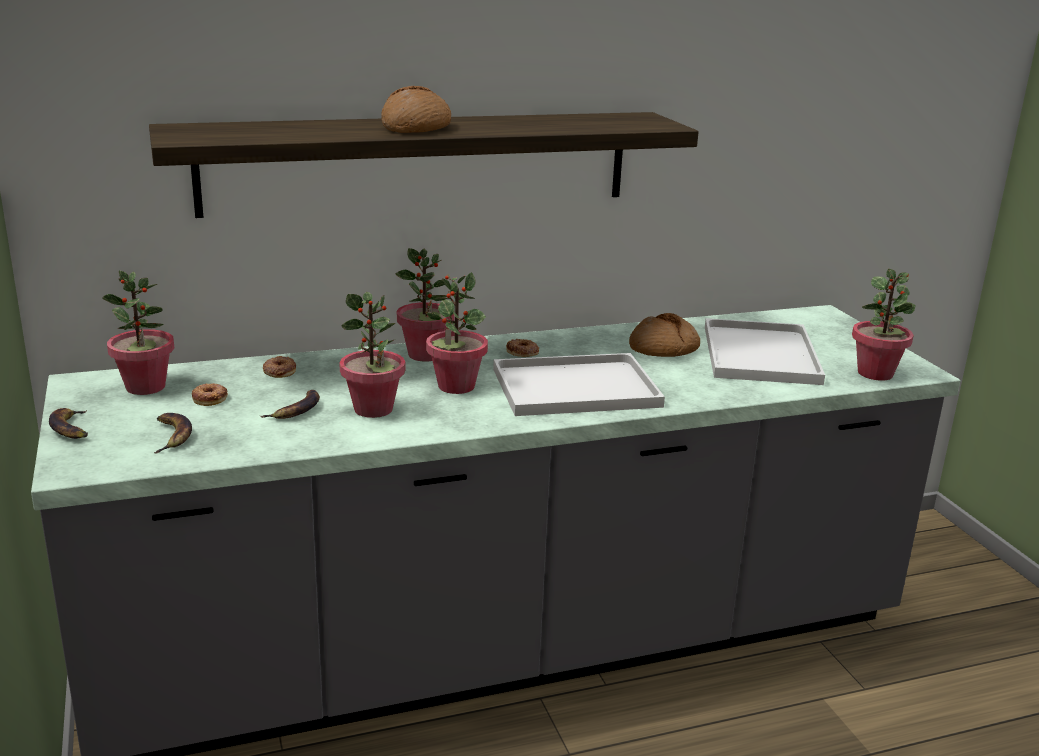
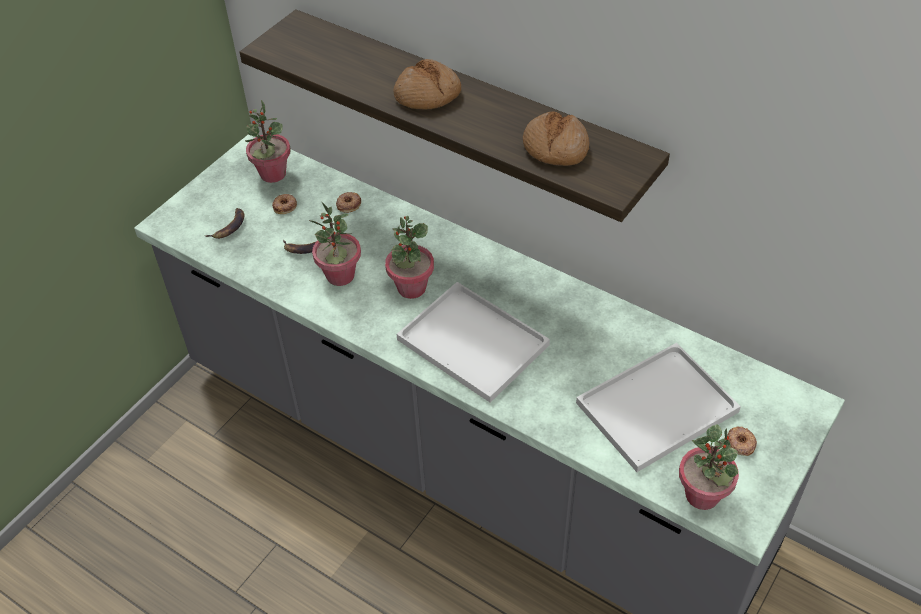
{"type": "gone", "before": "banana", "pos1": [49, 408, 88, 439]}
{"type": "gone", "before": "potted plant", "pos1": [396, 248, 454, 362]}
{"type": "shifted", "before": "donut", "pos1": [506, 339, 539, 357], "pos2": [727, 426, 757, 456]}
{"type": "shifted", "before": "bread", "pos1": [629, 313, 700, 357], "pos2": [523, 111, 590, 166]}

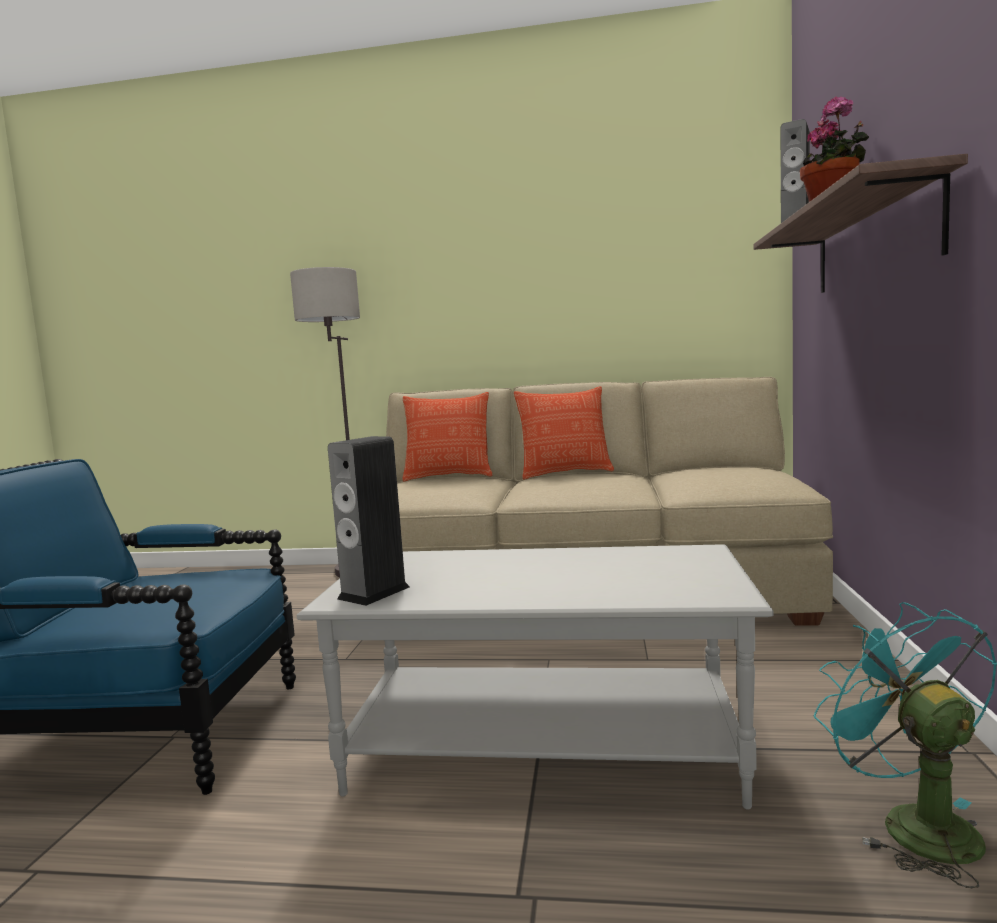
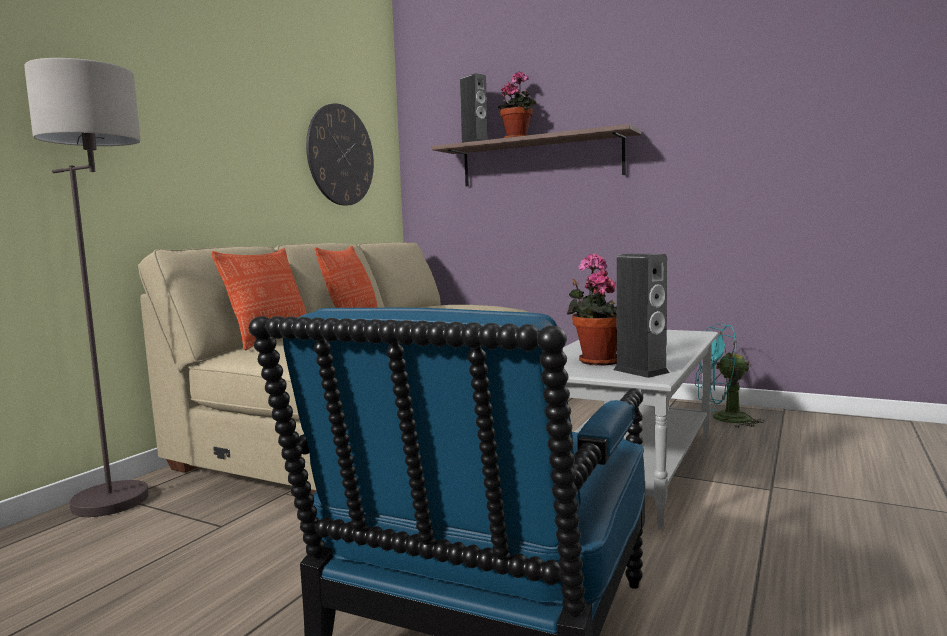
{"type": "new", "after": "wall clock", "pos2": [306, 103, 374, 206]}
{"type": "new", "after": "potted plant", "pos2": [567, 253, 617, 366]}

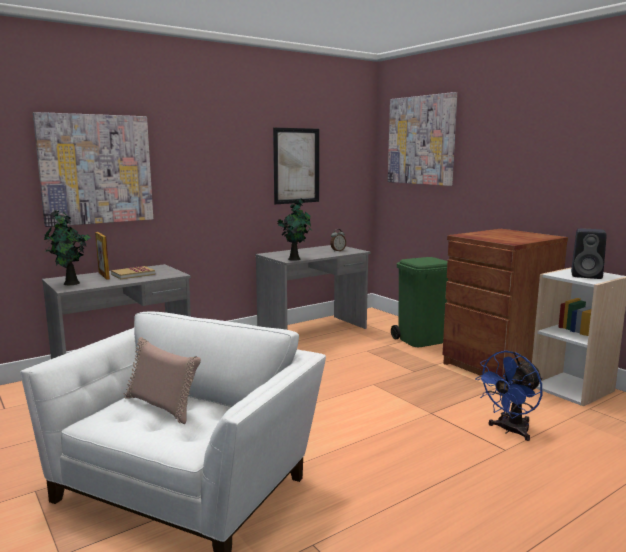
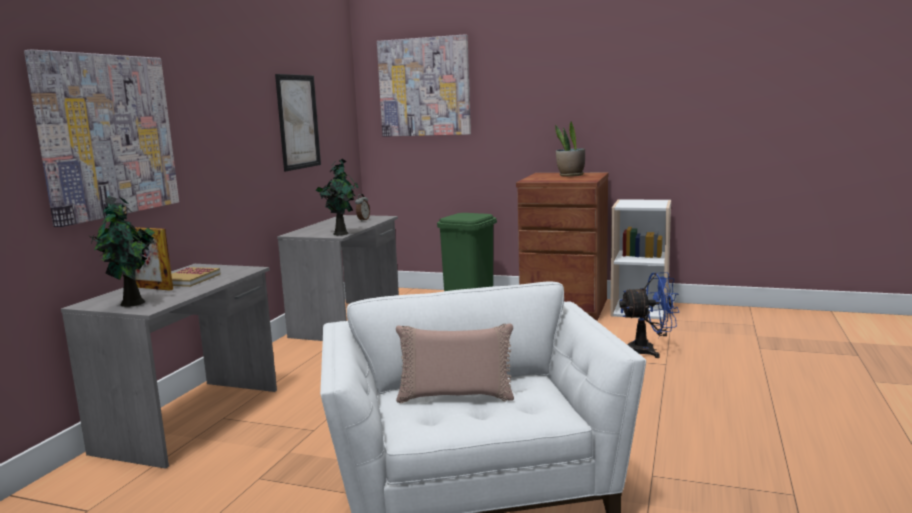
{"type": "rotated", "before": "blue fan", "pos1": [475, 351, 542, 441], "pos2": [619, 272, 679, 358], "turn": -105}
{"type": "gone", "before": "black speaker", "pos1": [571, 228, 607, 279]}
{"type": "new", "after": "potted plant", "pos2": [555, 121, 585, 177]}

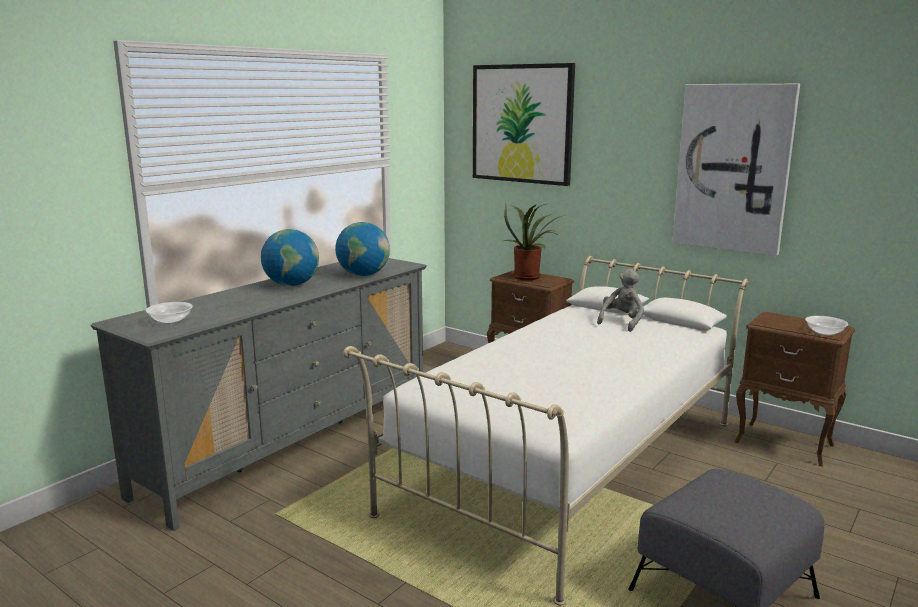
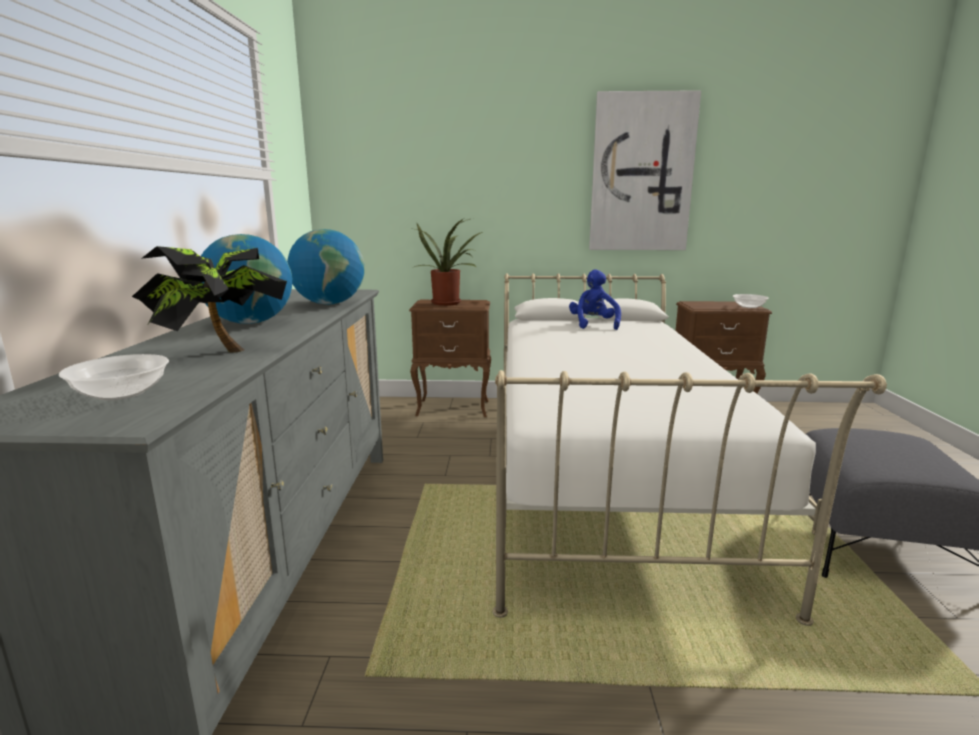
{"type": "gone", "before": "picture", "pos1": [473, 63, 575, 186]}
{"type": "repainted", "before": "grey plush toy", "after": "blue plush toy", "pos1": [597, 269, 644, 332], "pos2": [569, 270, 621, 330]}
{"type": "new", "after": "potted plant", "pos2": [132, 246, 287, 353]}

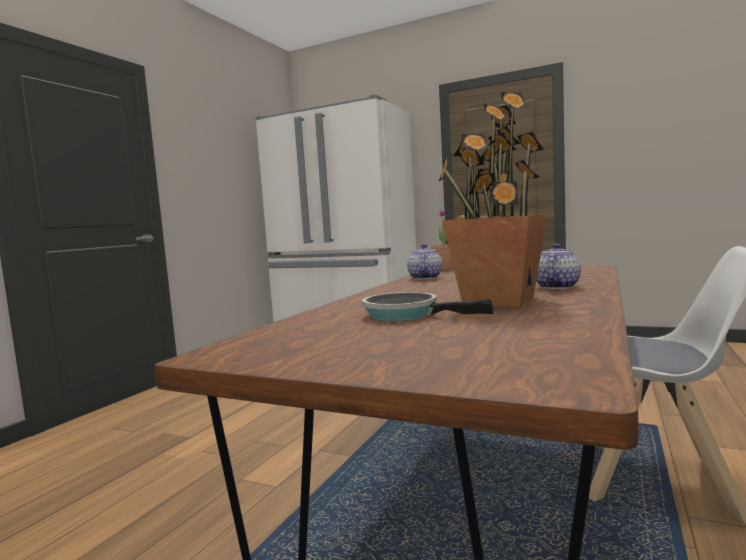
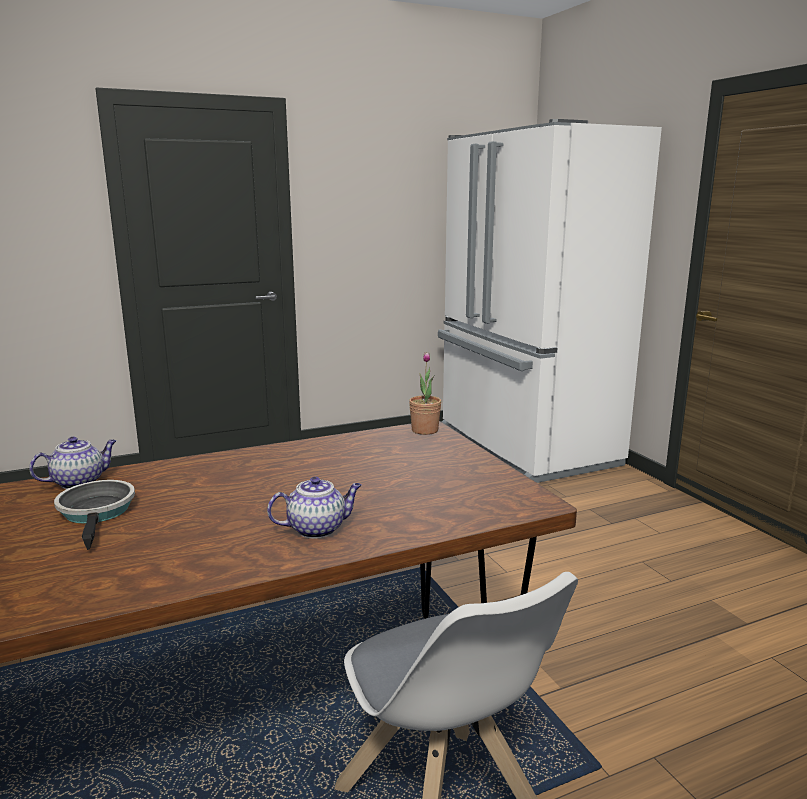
{"type": "shifted", "before": "teapot", "pos1": [407, 244, 442, 279], "pos2": [29, 437, 116, 489]}
{"type": "gone", "before": "potted plant", "pos1": [438, 92, 547, 307]}

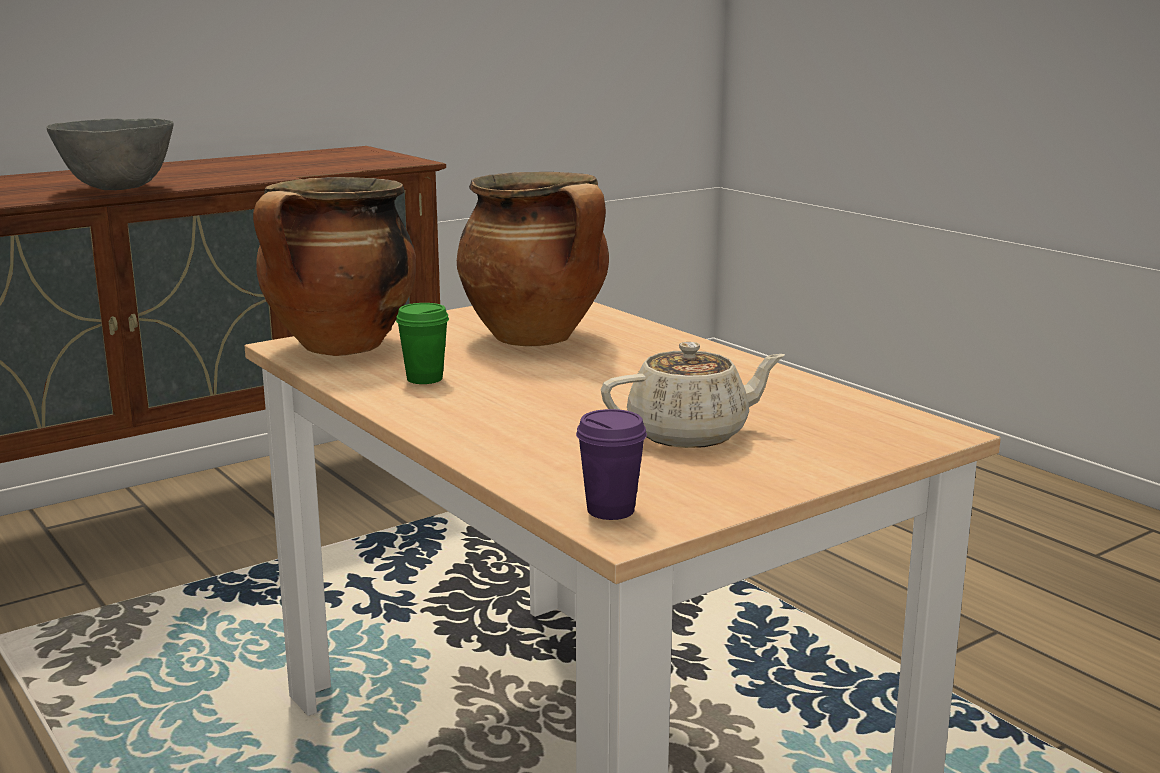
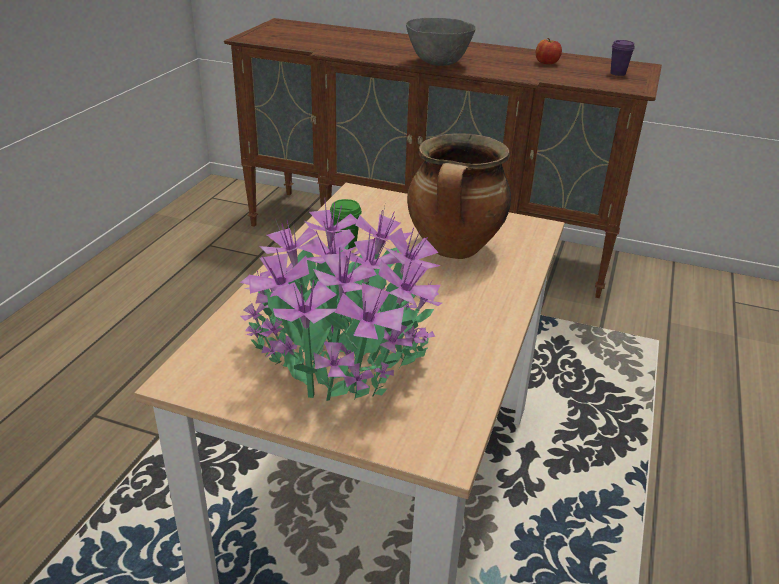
{"type": "gone", "before": "cooking pot", "pos1": [253, 177, 416, 356]}
{"type": "shifted", "before": "purple cup", "pos1": [576, 409, 647, 520], "pos2": [610, 40, 635, 76]}
{"type": "swapped", "before": "beige teapot", "after": "potted plant", "pos1": [601, 342, 785, 448], "pos2": [240, 197, 442, 401]}
{"type": "new", "after": "apple", "pos2": [536, 38, 562, 64]}

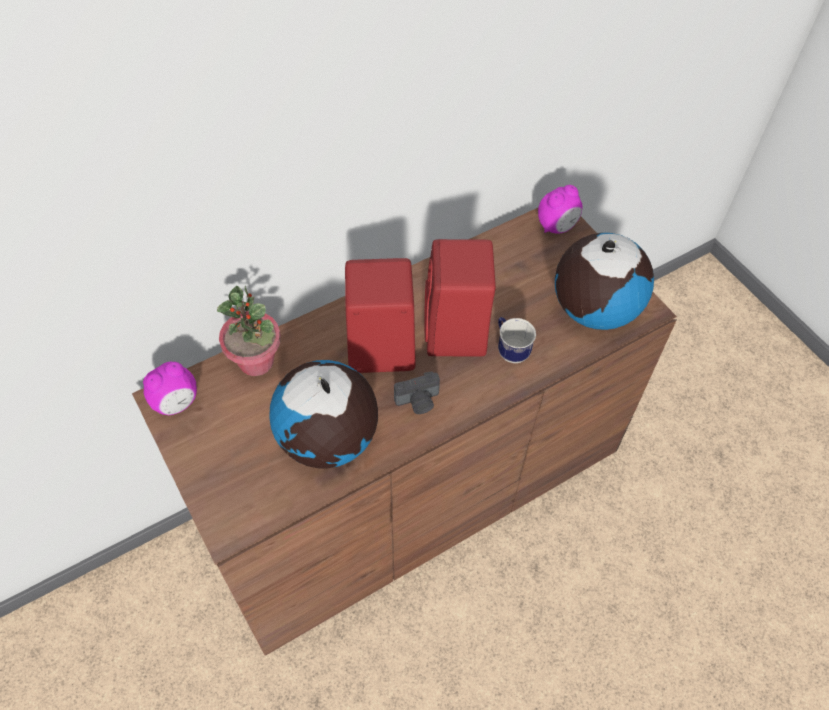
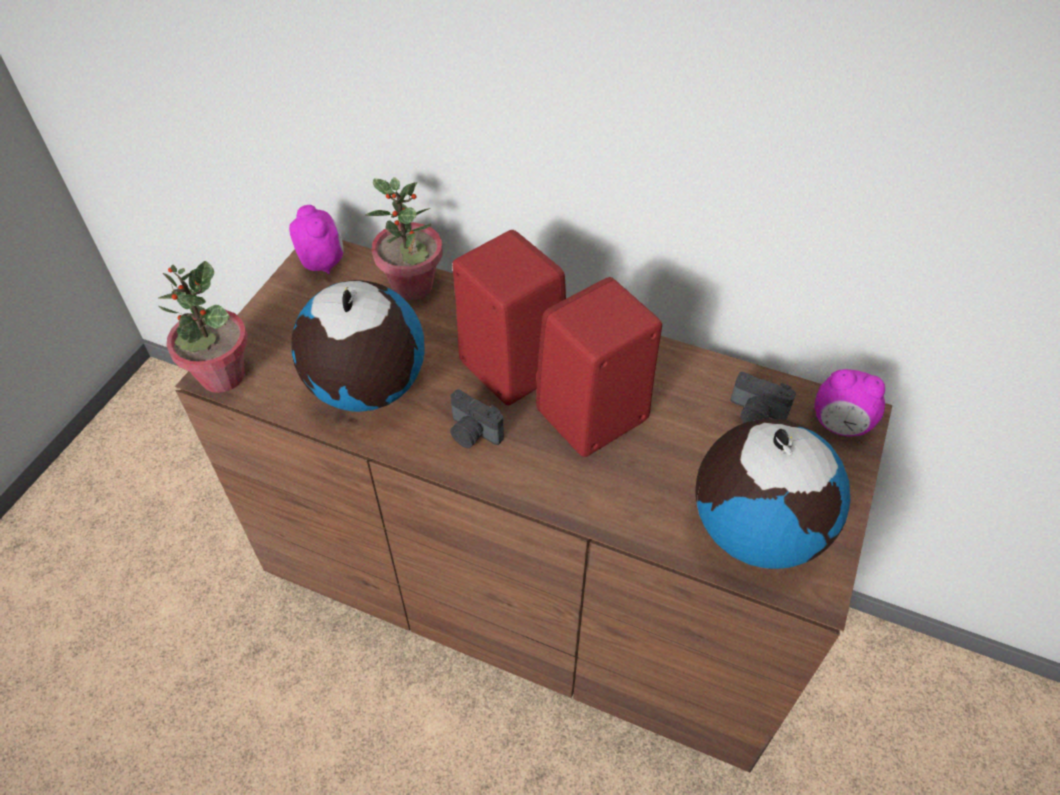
{"type": "rotated", "before": "alarm clock", "pos1": [143, 361, 197, 415], "pos2": [289, 205, 343, 274], "turn": -135}
{"type": "gone", "before": "mug", "pos1": [498, 317, 536, 363]}
{"type": "new", "after": "potted plant", "pos2": [158, 261, 248, 393]}
{"type": "new", "after": "photo camera", "pos2": [731, 372, 796, 423]}

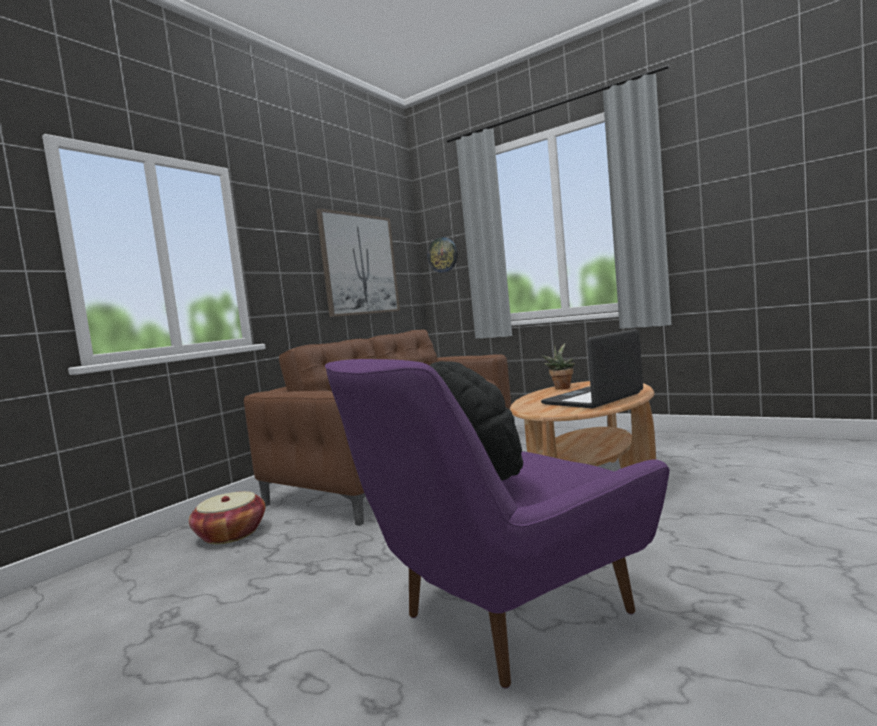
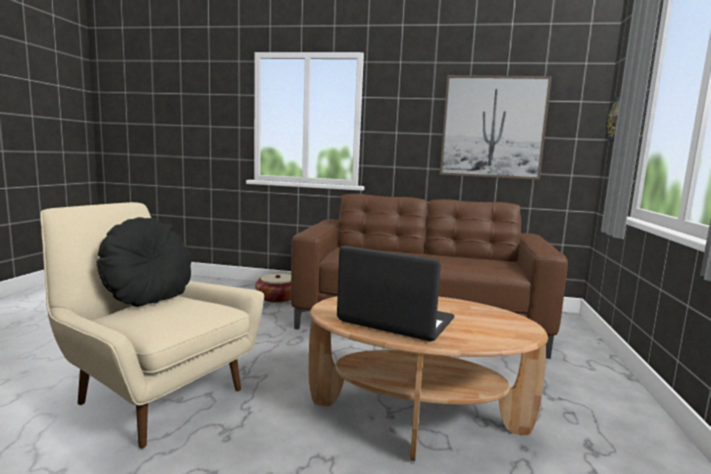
{"type": "repainted", "before": "purple armchair", "after": "beige armchair", "pos1": [325, 359, 669, 689], "pos2": [40, 202, 264, 449]}
{"type": "gone", "before": "potted plant", "pos1": [542, 343, 575, 389]}

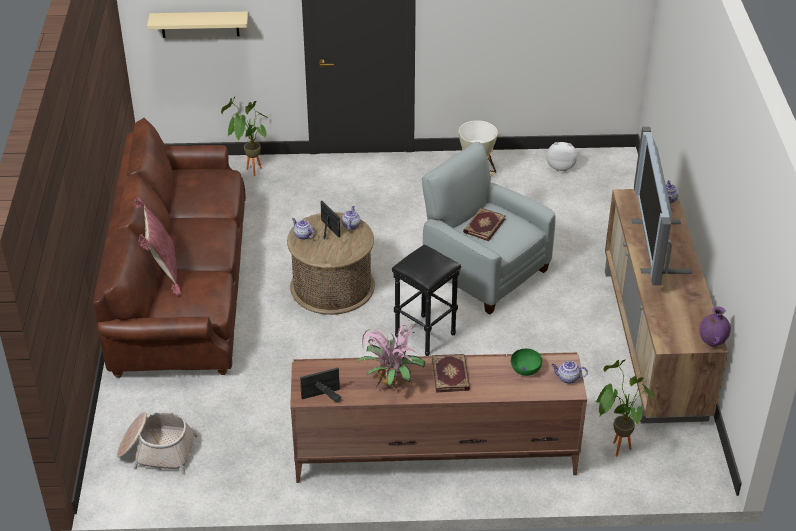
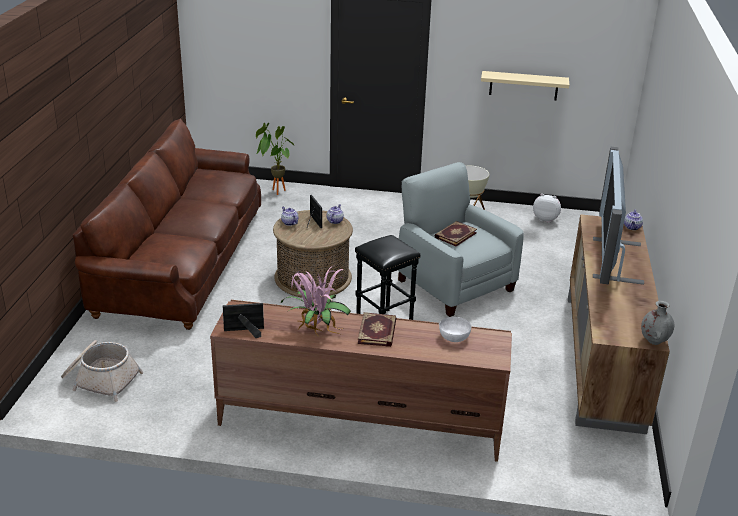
{"type": "gone", "before": "red pillow", "pos1": [134, 197, 181, 295]}
{"type": "shifted", "before": "beige shelf", "pos1": [147, 12, 248, 38], "pos2": [481, 71, 569, 100]}
{"type": "repainted", "before": "green bowl", "after": "white bowl", "pos1": [511, 349, 542, 376], "pos2": [439, 317, 471, 342]}
{"type": "gone", "before": "teapot", "pos1": [551, 361, 588, 384]}
{"type": "gone", "before": "potted plant", "pos1": [596, 360, 657, 456]}
{"type": "repainted", "before": "purple vase", "after": "grey vase", "pos1": [700, 306, 731, 347], "pos2": [641, 301, 674, 345]}

